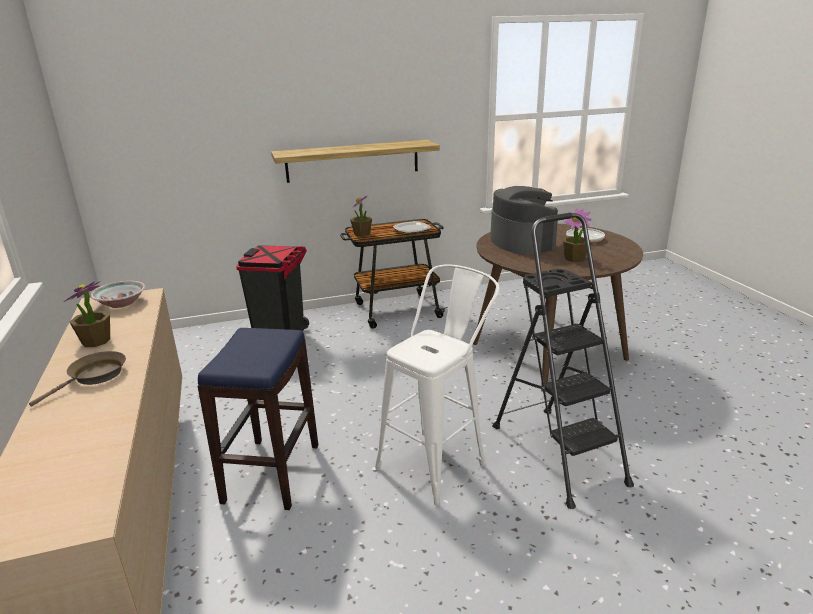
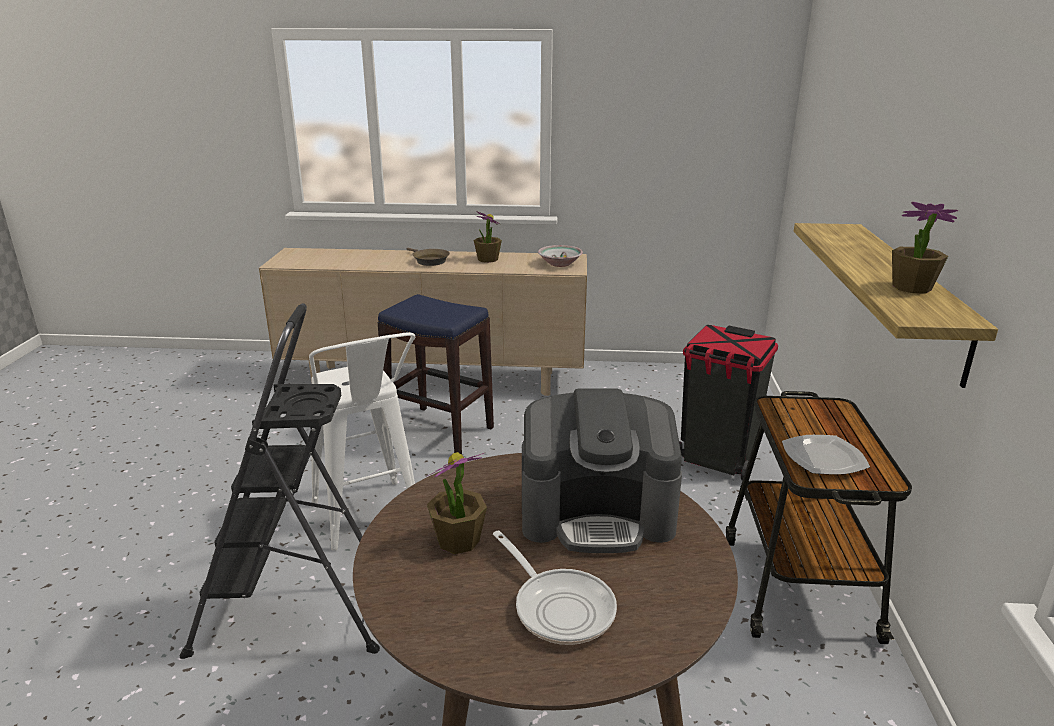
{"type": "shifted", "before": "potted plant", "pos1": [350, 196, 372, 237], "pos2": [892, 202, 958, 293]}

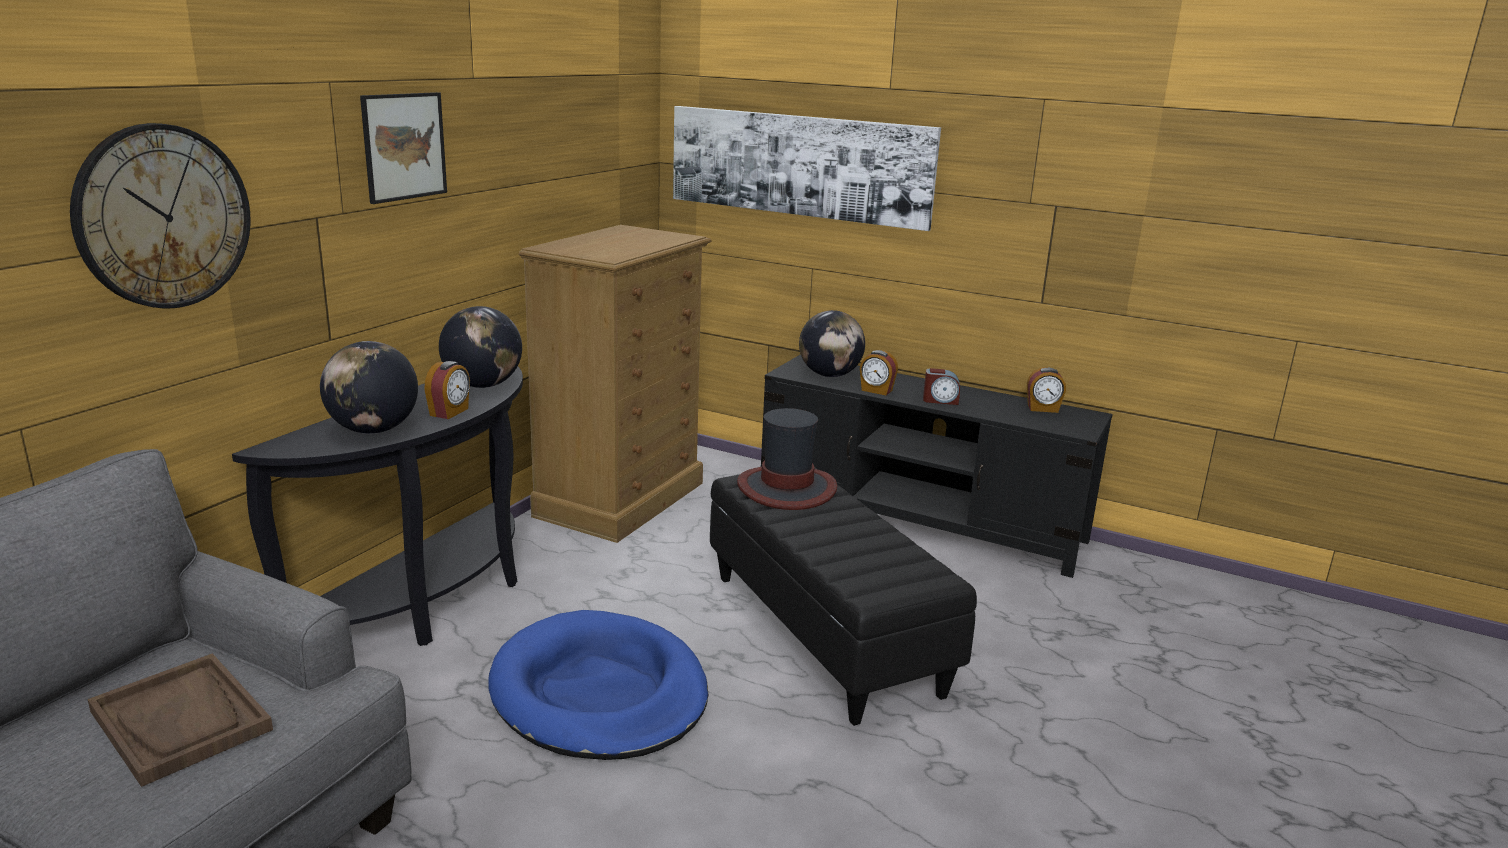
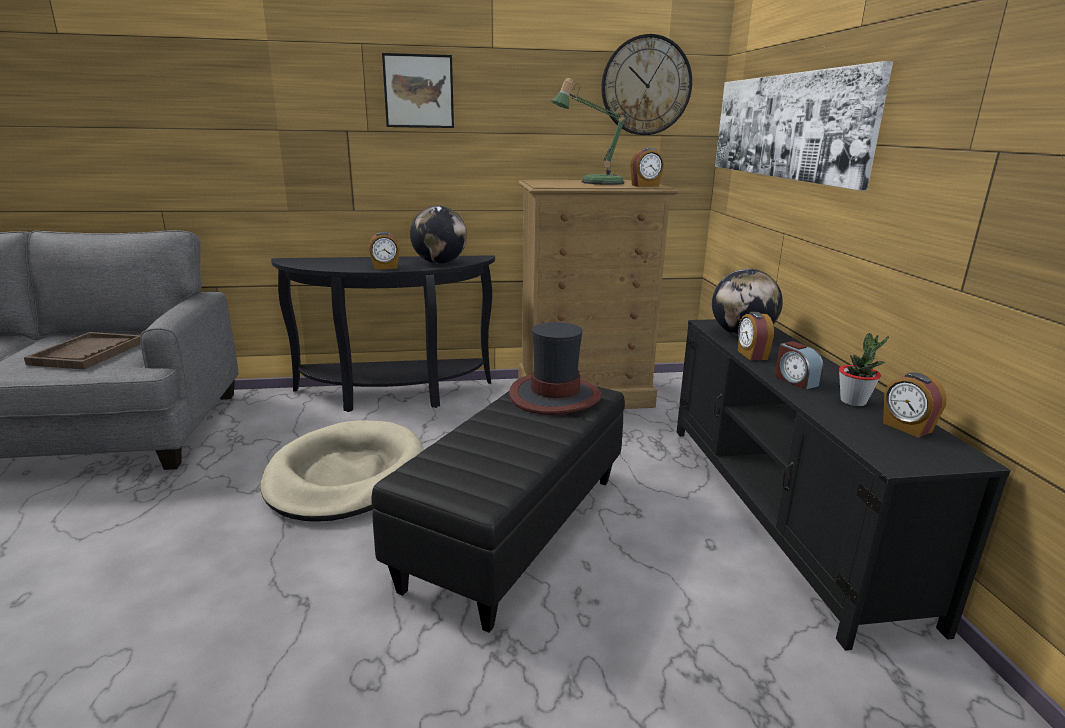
{"type": "shifted", "before": "wall clock", "pos1": [70, 123, 251, 309], "pos2": [601, 34, 692, 135]}
{"type": "gone", "before": "globe", "pos1": [320, 341, 418, 434]}
{"type": "repainted", "before": "blue dog bed", "after": "beige dog bed", "pos1": [488, 610, 708, 760], "pos2": [260, 420, 424, 522]}
{"type": "new", "after": "table lamp", "pos2": [552, 78, 627, 185]}
{"type": "new", "after": "alarm clock", "pos2": [630, 148, 664, 187]}
{"type": "new", "after": "potted plant", "pos2": [839, 333, 889, 406]}

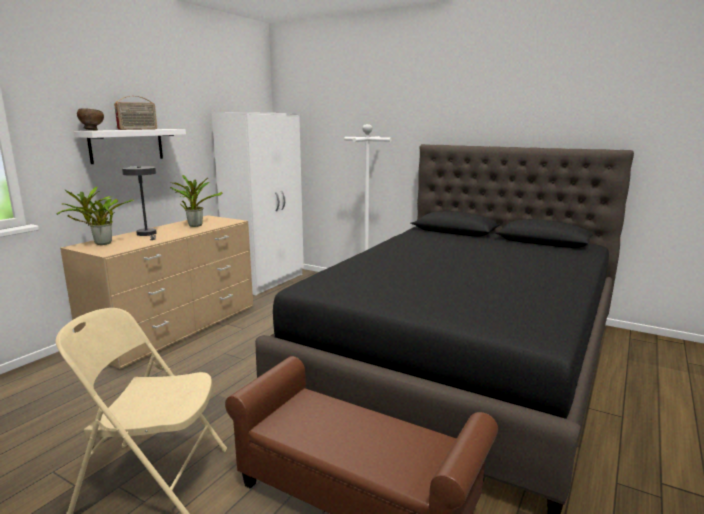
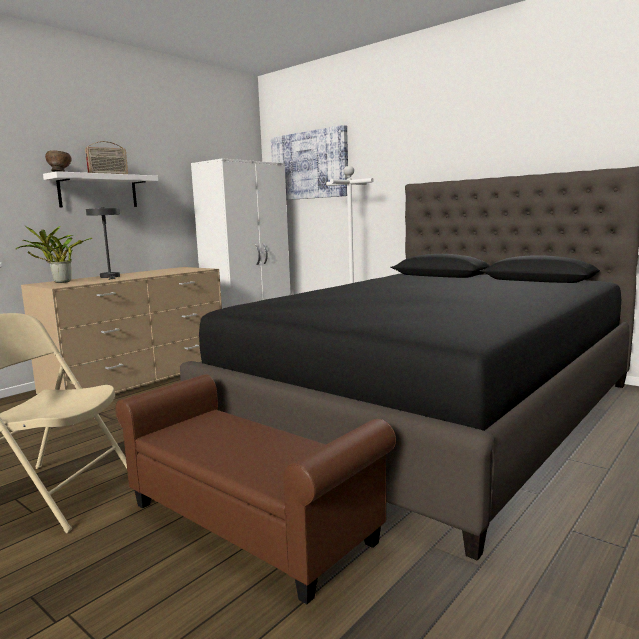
{"type": "gone", "before": "potted plant", "pos1": [170, 175, 222, 227]}
{"type": "new", "after": "picture", "pos2": [271, 125, 348, 200]}

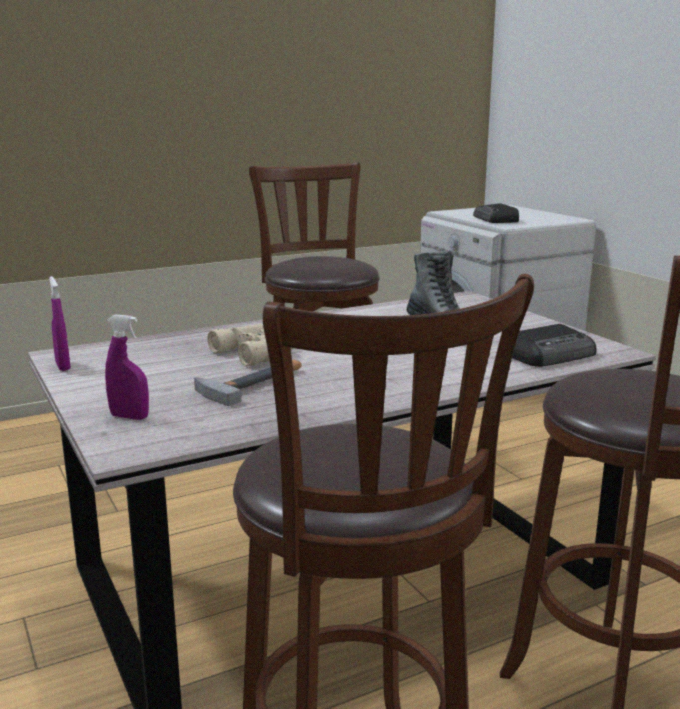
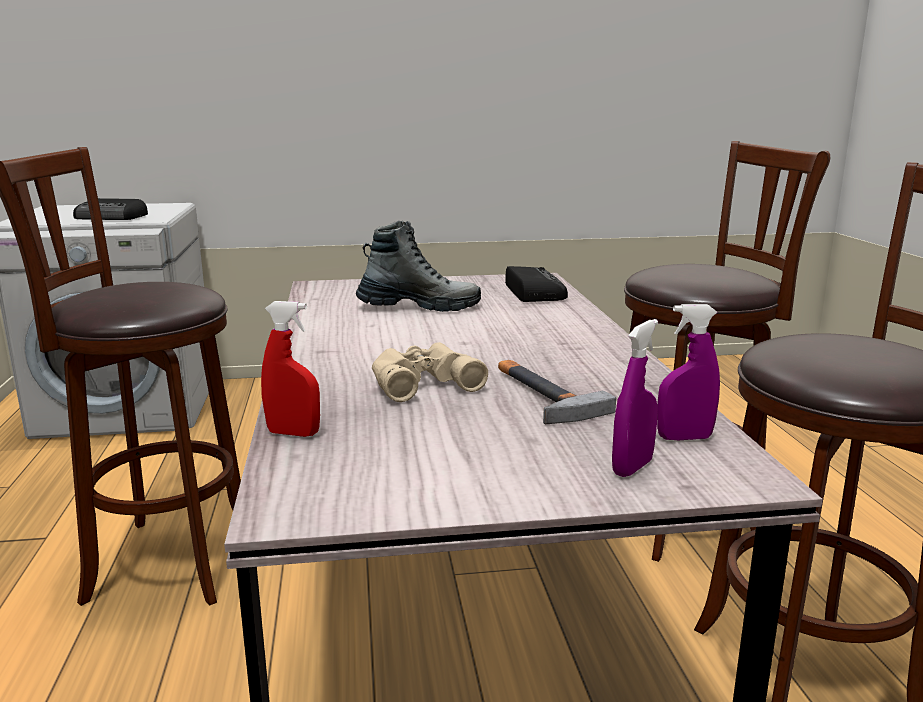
{"type": "shifted", "before": "purple spray bottle", "pos1": [49, 276, 71, 371], "pos2": [657, 304, 720, 440]}
{"type": "new", "after": "red spray bottle", "pos2": [261, 301, 320, 437]}

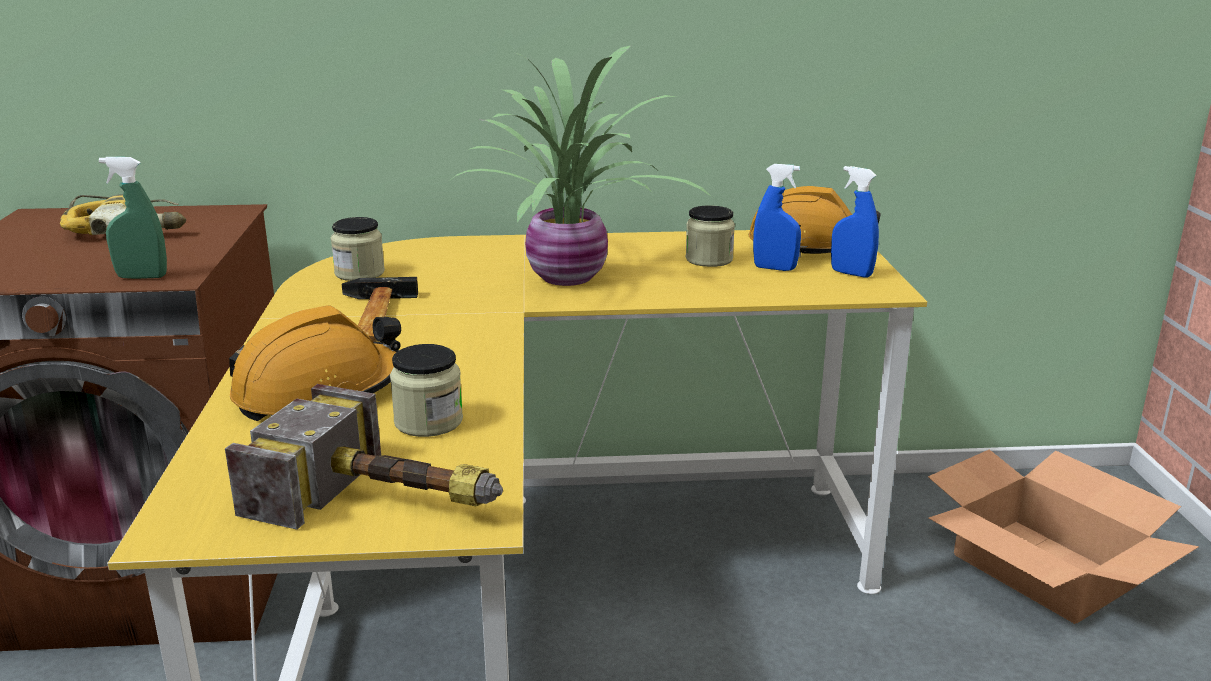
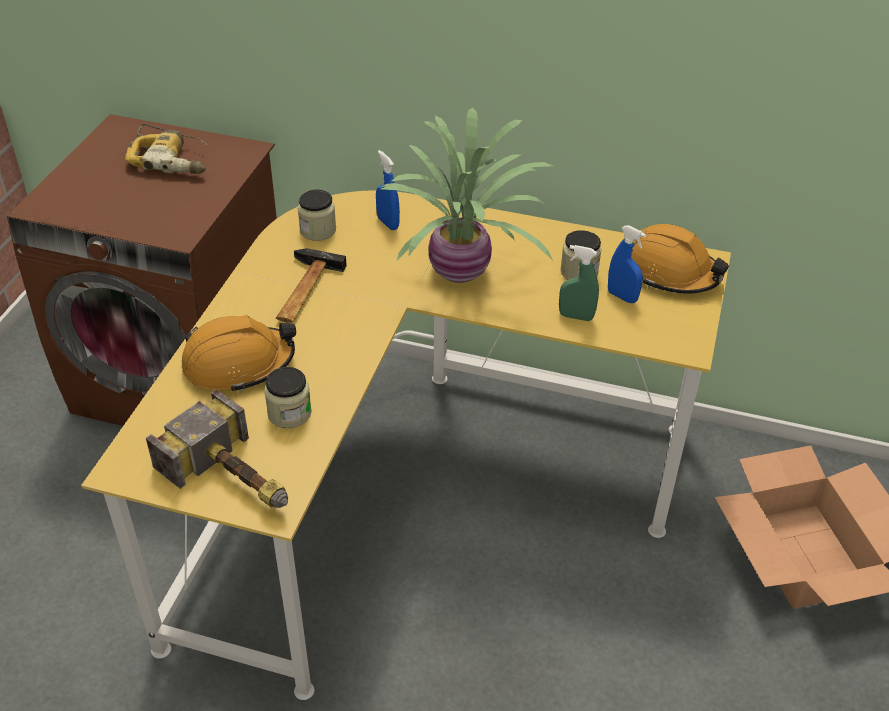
{"type": "shifted", "before": "green spray bottle", "pos1": [99, 157, 167, 279], "pos2": [559, 245, 599, 321]}
{"type": "shifted", "before": "blue spray bottle", "pos1": [831, 166, 879, 278], "pos2": [376, 150, 400, 230]}

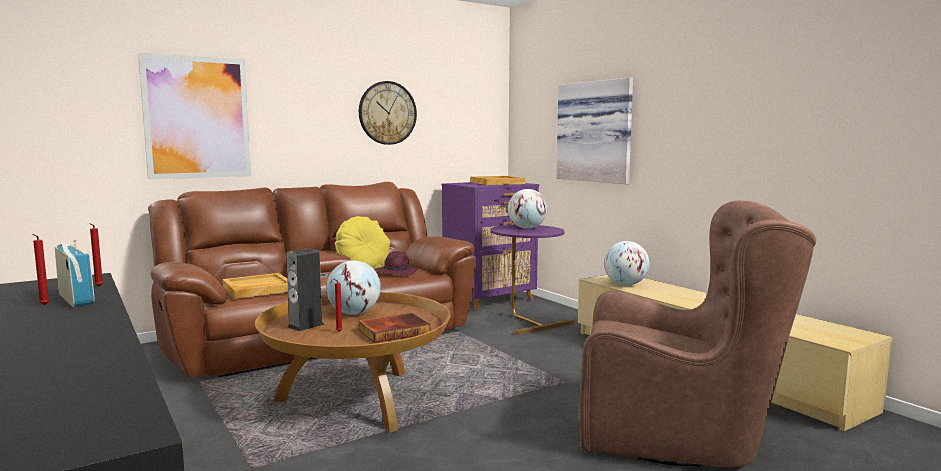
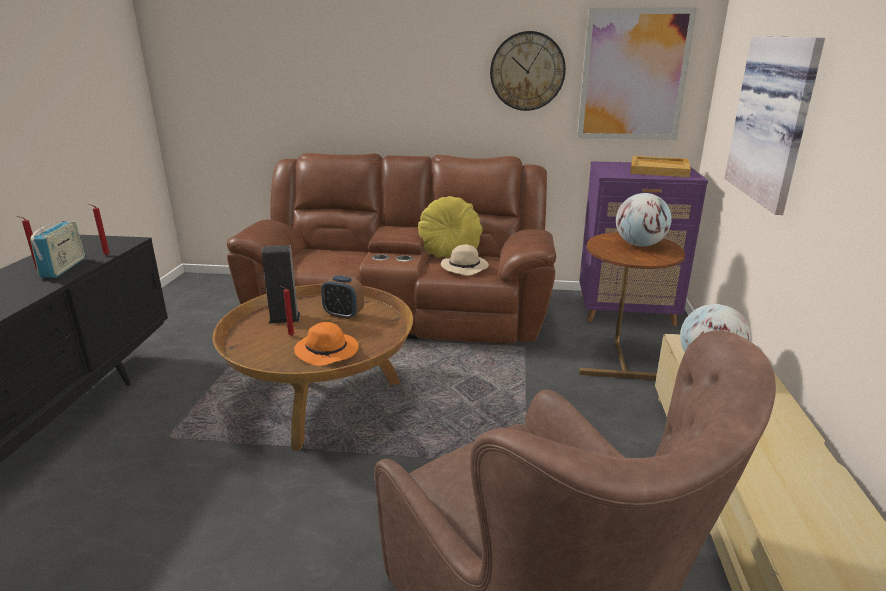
{"type": "shifted", "before": "picture", "pos1": [138, 53, 251, 179], "pos2": [577, 7, 697, 140]}
{"type": "gone", "before": "beige tray", "pos1": [222, 273, 288, 299]}
{"type": "swapped", "before": "globe", "after": "alarm clock", "pos1": [326, 261, 381, 315], "pos2": [321, 275, 364, 319]}
{"type": "swapped", "before": "book", "after": "orange hat", "pos1": [358, 313, 431, 343], "pos2": [294, 322, 359, 366]}
{"type": "repainted", "before": "purple hat", "after": "beige hat", "pos1": [376, 251, 418, 276], "pos2": [441, 244, 489, 276]}
{"type": "repainted", "before": "purple side table", "after": "brown side table", "pos1": [491, 225, 574, 335], "pos2": [579, 232, 685, 380]}

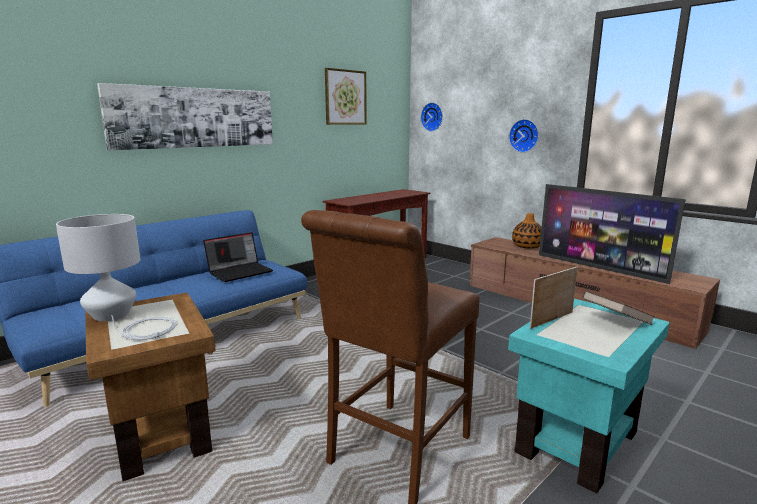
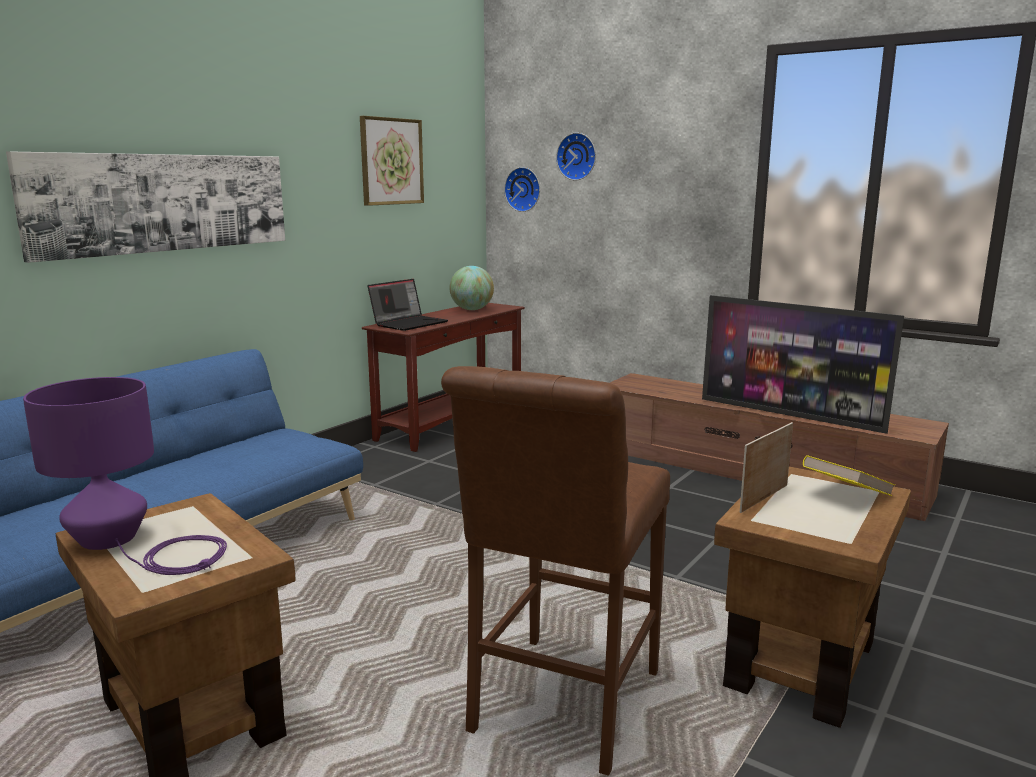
{"type": "repainted", "before": "white table lamp", "after": "purple table lamp", "pos1": [56, 214, 178, 340], "pos2": [23, 377, 227, 575]}
{"type": "shifted", "before": "laptop", "pos1": [203, 232, 273, 282], "pos2": [368, 279, 448, 331]}
{"type": "repainted", "before": "turquoise side table", "after": "brown side table", "pos1": [508, 299, 670, 493], "pos2": [714, 466, 911, 728]}
{"type": "shifted", "before": "wall clock", "pos1": [509, 119, 539, 153], "pos2": [556, 133, 596, 181]}
{"type": "gone", "before": "vase", "pos1": [512, 213, 542, 249]}
{"type": "repainted", "before": "brown book", "after": "yellow book", "pos1": [583, 291, 655, 325], "pos2": [803, 455, 895, 496]}
{"type": "new", "after": "globe", "pos2": [450, 266, 494, 310]}

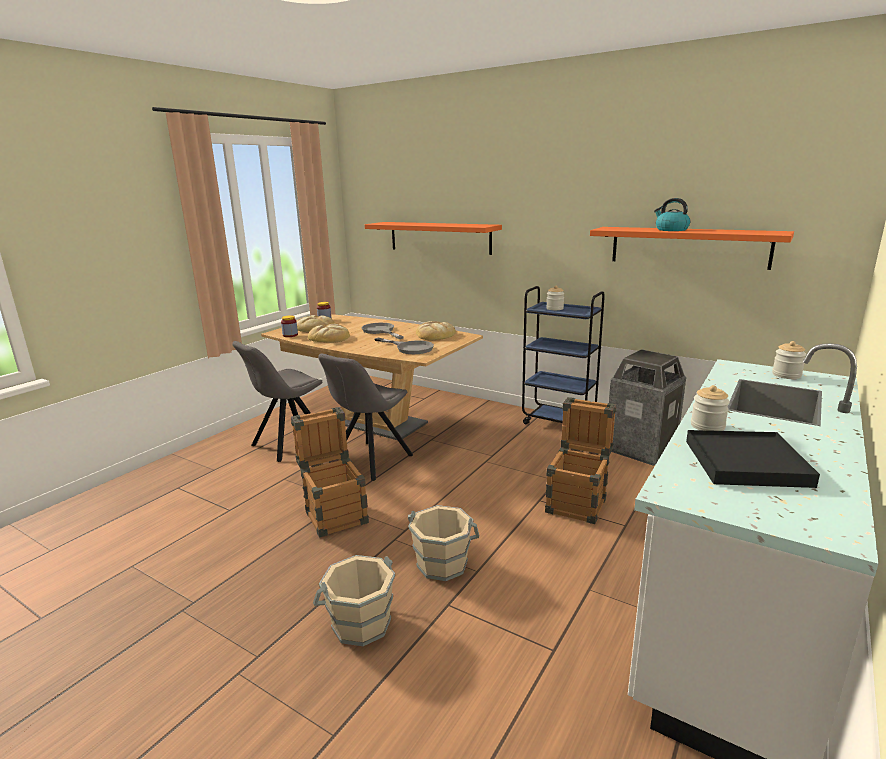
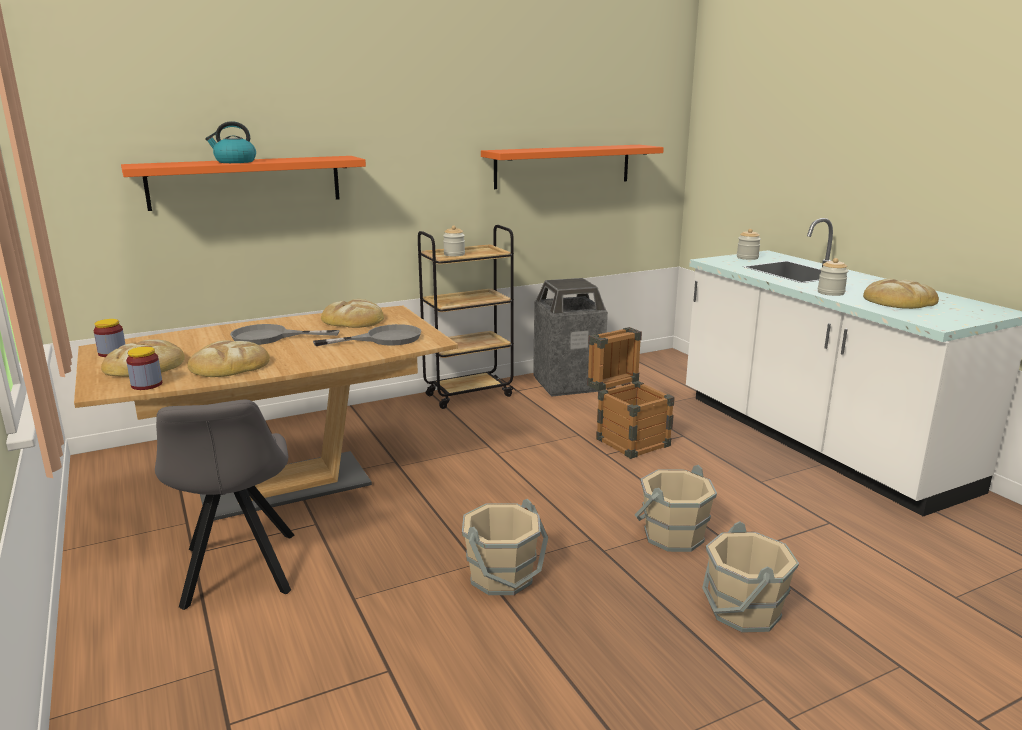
{"type": "swapped", "before": "crate", "after": "beige bucket", "pos1": [291, 407, 369, 538], "pos2": [462, 499, 548, 595]}
{"type": "gone", "before": "grey chair", "pos1": [318, 354, 413, 481]}
{"type": "repainted", "before": "blue cart", "after": "brown cart", "pos1": [522, 286, 605, 424], "pos2": [418, 225, 516, 409]}
{"type": "shifted", "before": "kettle", "pos1": [654, 198, 690, 231], "pos2": [205, 121, 256, 163]}
{"type": "swapped", "before": "black tray", "after": "bread", "pos1": [686, 430, 820, 488], "pos2": [863, 279, 939, 309]}

